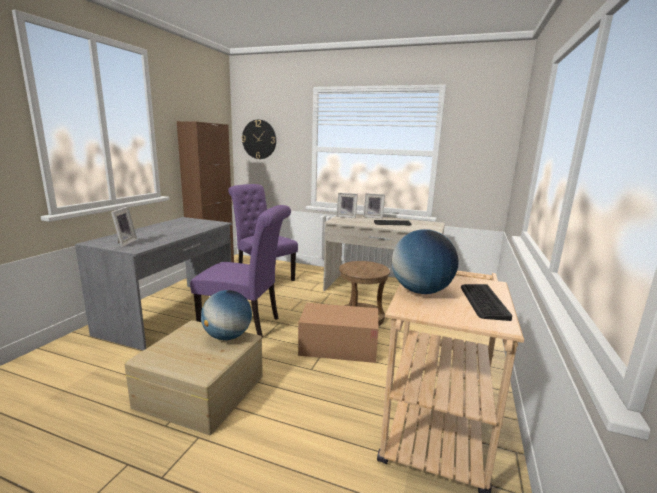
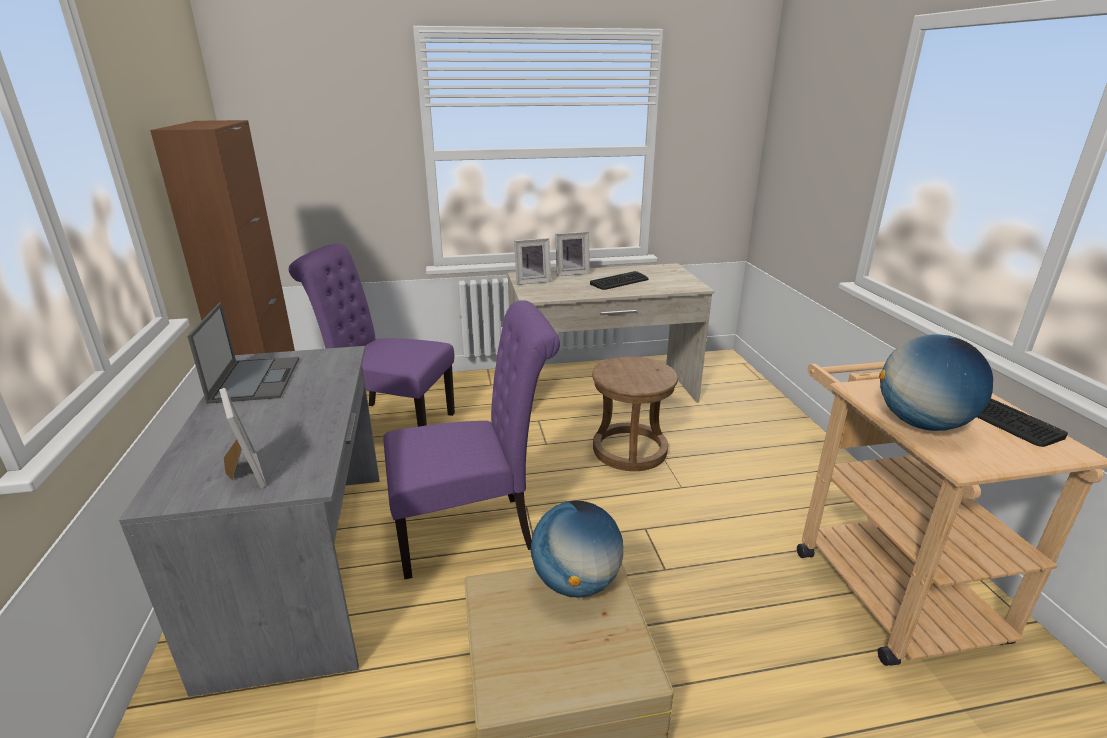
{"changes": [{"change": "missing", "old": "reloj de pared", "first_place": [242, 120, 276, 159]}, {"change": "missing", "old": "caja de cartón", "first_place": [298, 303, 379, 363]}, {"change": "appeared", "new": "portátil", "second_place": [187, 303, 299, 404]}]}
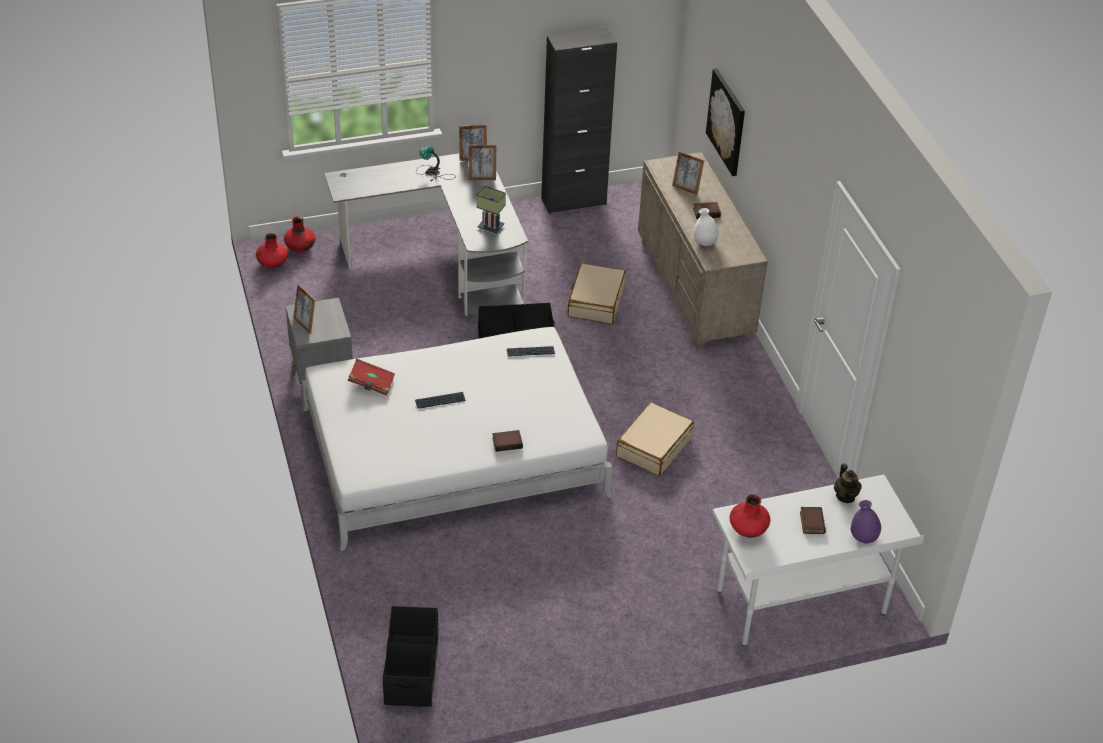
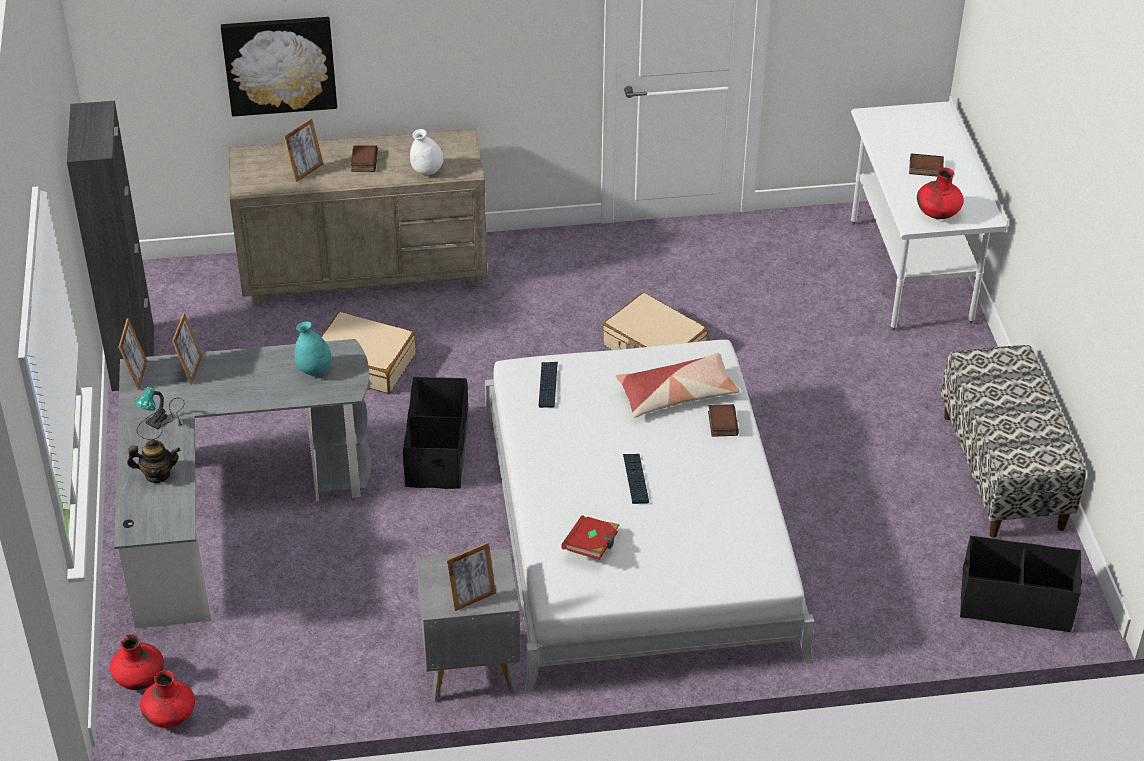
{"changes": [{"change": "missing", "old": "florero (morado)", "first_place": [851, 500, 881, 543]}, {"change": "appeared", "new": "cojín", "second_place": [616, 353, 740, 417]}, {"change": "appeared", "new": "banco", "second_place": [941, 345, 1086, 538]}, {"change": "relocated", "old": "tetera", "first_place": [834, 463, 862, 503], "second_place": [127, 439, 181, 483]}, {"change": "exchanged", "old": "lámpara de mesa", "new": "florero (turquesa)", "first_place": [477, 186, 506, 234], "second_place": [294, 322, 331, 376]}]}
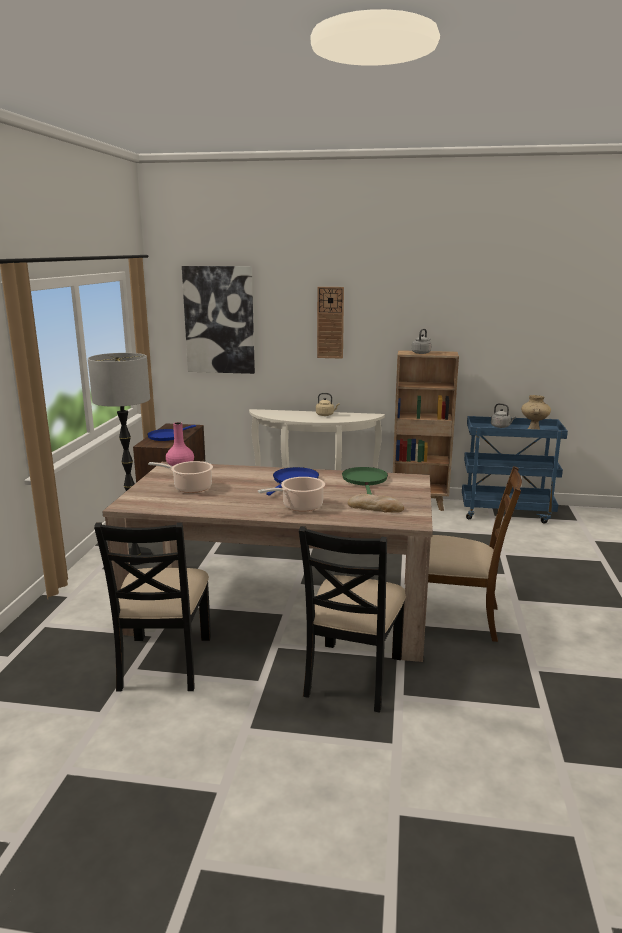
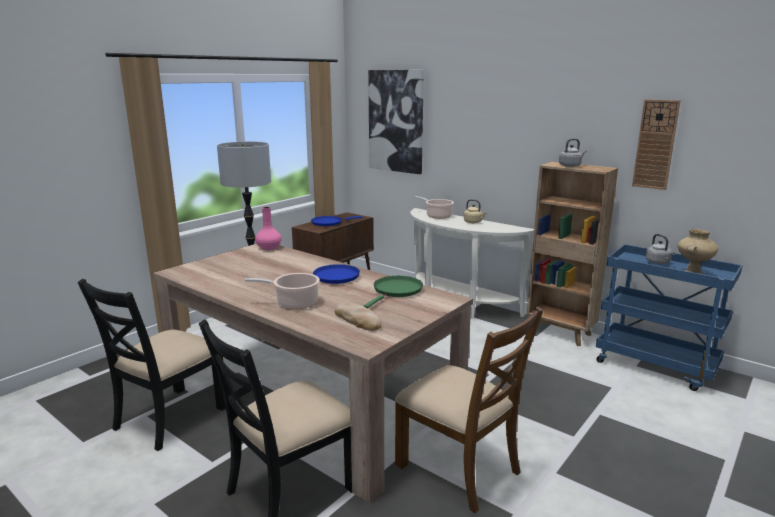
{"changes": [{"change": "relocated", "old": "olla", "first_place": [148, 461, 213, 493], "second_place": [415, 196, 454, 219]}, {"change": "relocated", "old": "reloj de pared", "first_place": [317, 287, 344, 359], "second_place": [632, 99, 681, 190]}]}
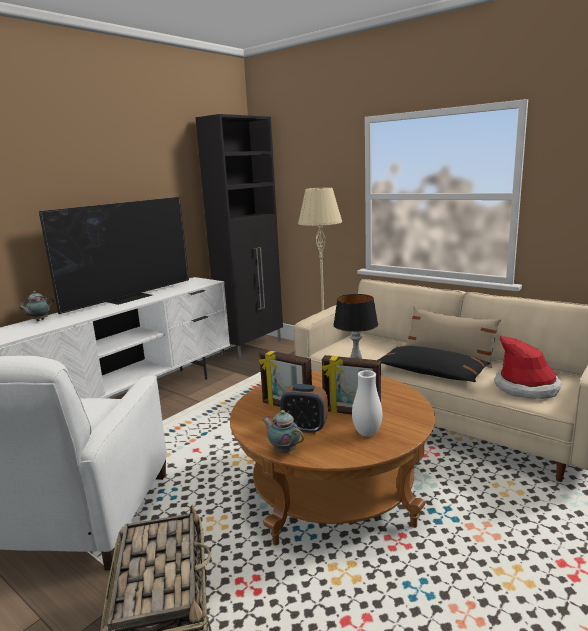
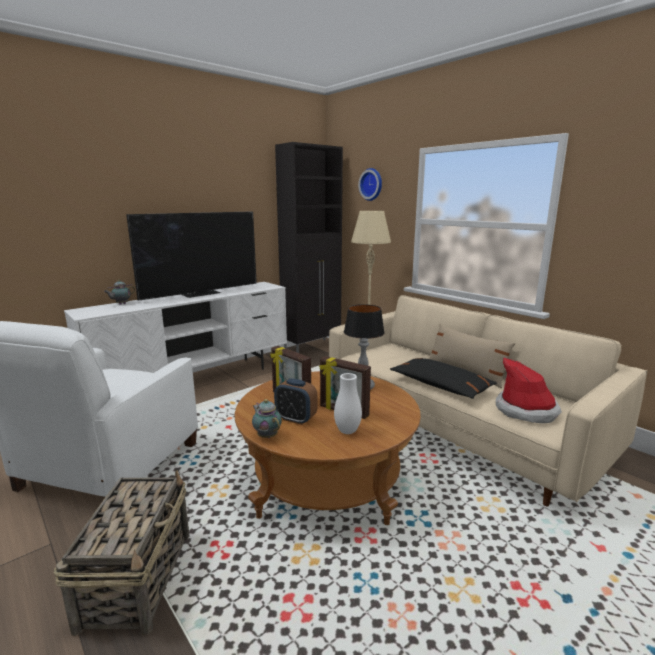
{"changes": [{"change": "appeared", "new": "reloj de pared", "second_place": [358, 168, 382, 201]}]}
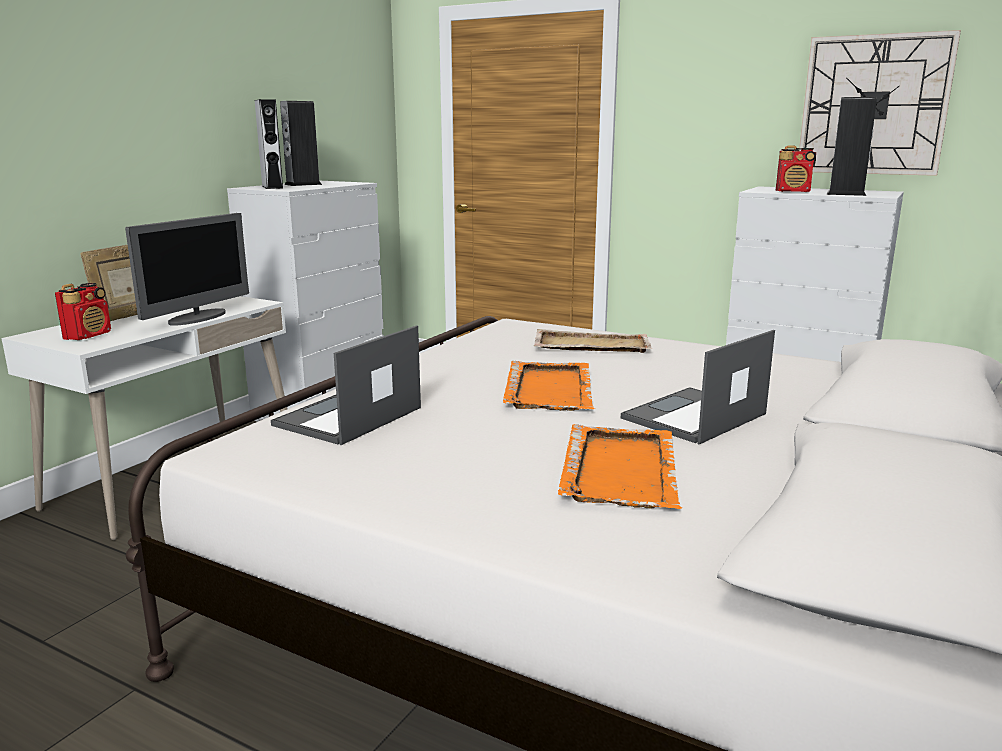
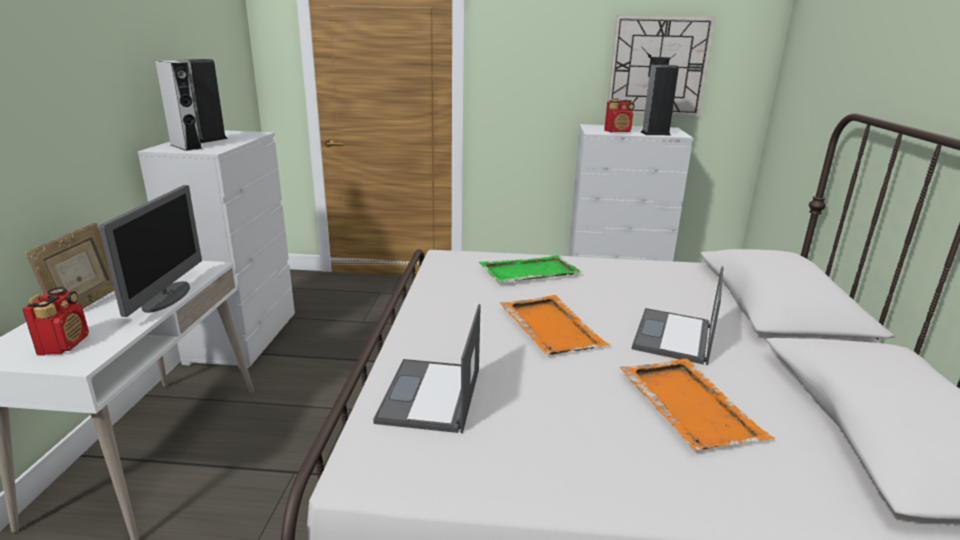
{"changes": [{"change": "colour", "old": "bandeja (beis)", "new": "bandeja (verde)", "first_place": [534, 329, 652, 353], "second_place": [479, 255, 581, 282]}]}
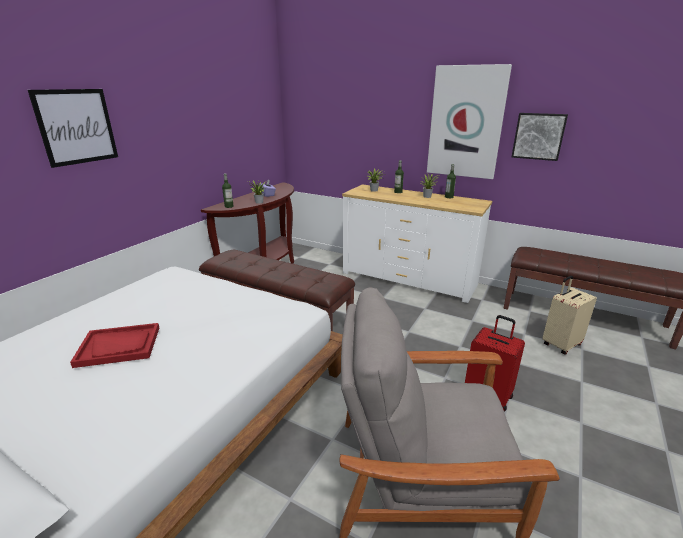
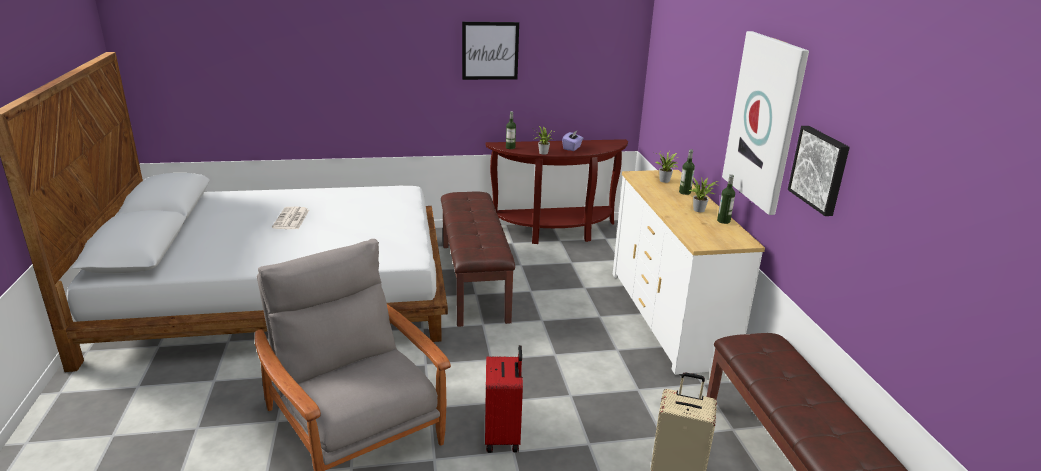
{"changes": [{"change": "relocated", "old": "cuadro", "first_place": [28, 89, 118, 168], "second_place": [462, 22, 519, 80]}, {"change": "exchanged", "old": "bandeja (rojo)", "new": "periódico", "first_place": [70, 323, 159, 368], "second_place": [272, 207, 309, 229]}]}
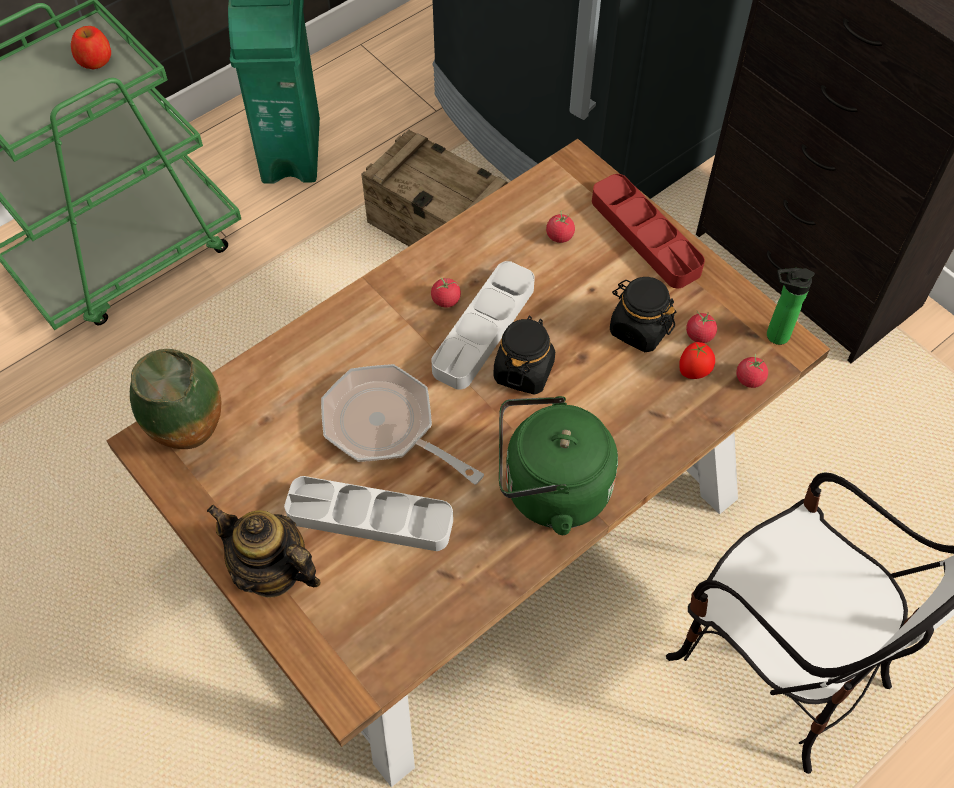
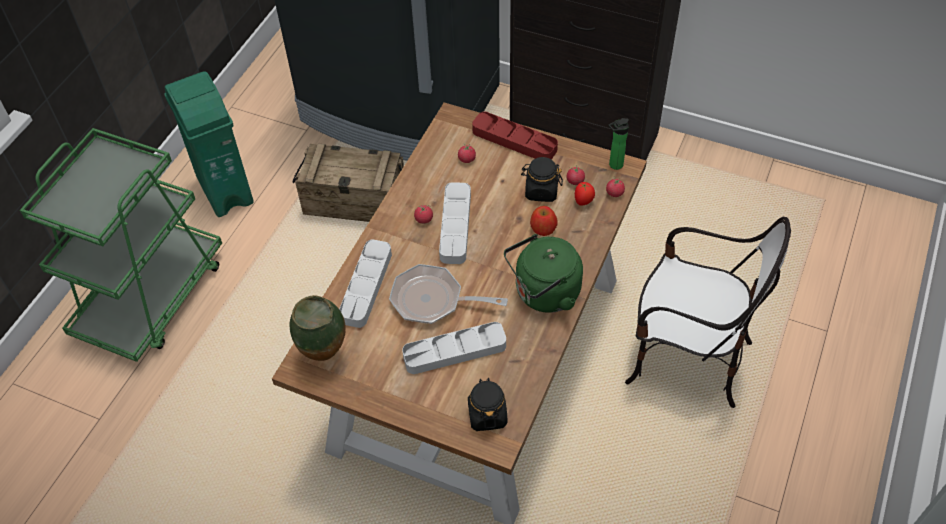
{"changes": [{"change": "missing", "old": "tetera", "first_place": [207, 505, 321, 597]}, {"change": "appeared", "new": "bandeja (gris)", "second_place": [339, 239, 392, 328]}, {"change": "relocated", "old": "manzana", "first_place": [71, 26, 111, 69], "second_place": [530, 206, 558, 236]}, {"change": "relocated", "old": "tarro (negro)", "first_place": [493, 316, 555, 395], "second_place": [468, 378, 507, 431]}]}
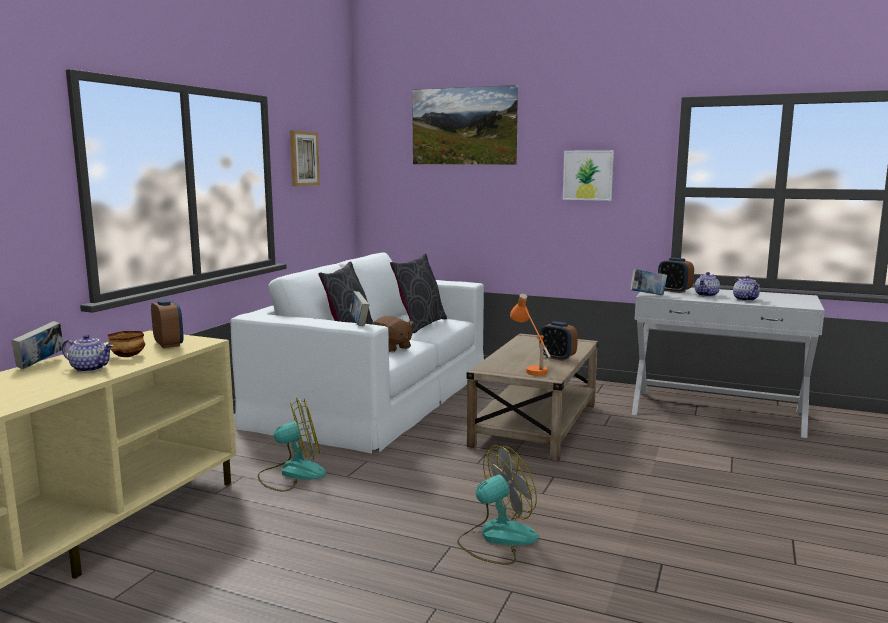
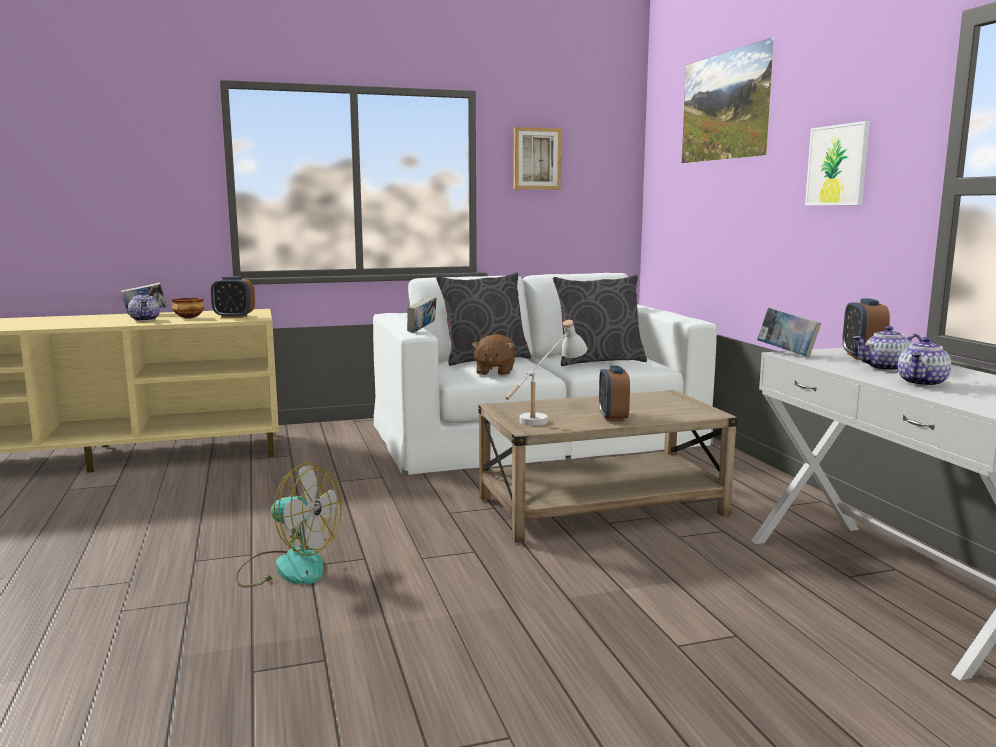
{"changes": [{"change": "missing", "old": "ventilador", "first_place": [258, 397, 326, 492]}, {"change": "colour", "old": "lámpara de mesa (naranja)", "new": "lámpara de mesa (blanco)", "first_place": [510, 294, 551, 376], "second_place": [506, 320, 587, 426]}, {"change": "spun", "old": "despertador", "first_place": [151, 299, 183, 348], "second_place": [211, 276, 255, 318], "degrees": 75}]}
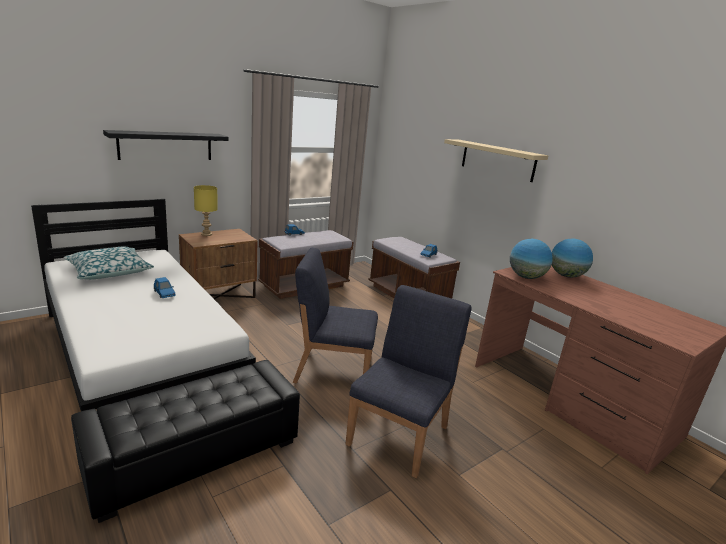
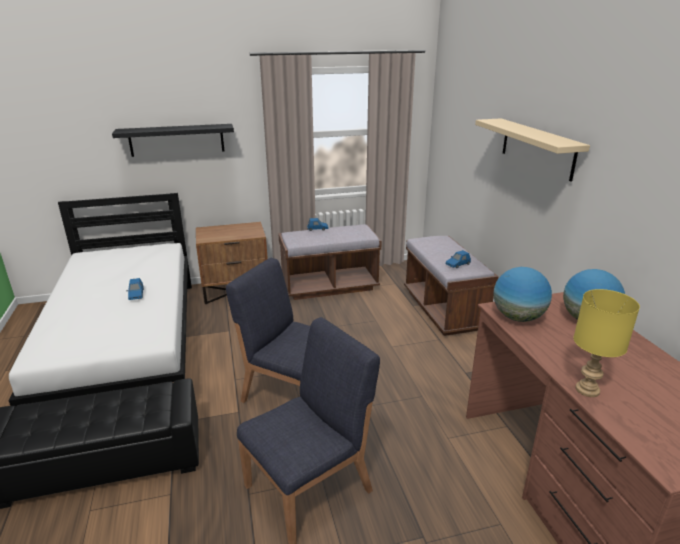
{"changes": [{"change": "missing", "old": "cojín", "first_place": [64, 247, 154, 280]}, {"change": "relocated", "old": "lámpara de mesa (amarillo)", "first_place": [194, 185, 218, 236], "second_place": [574, 289, 640, 397]}]}
